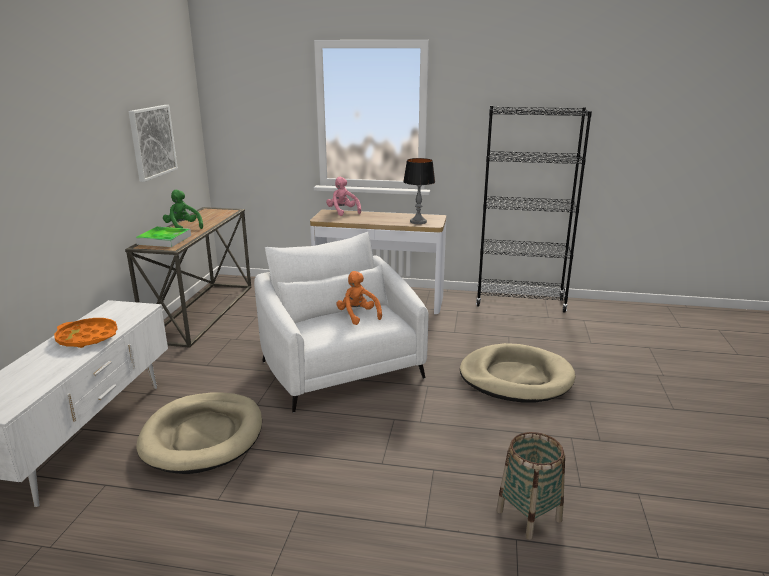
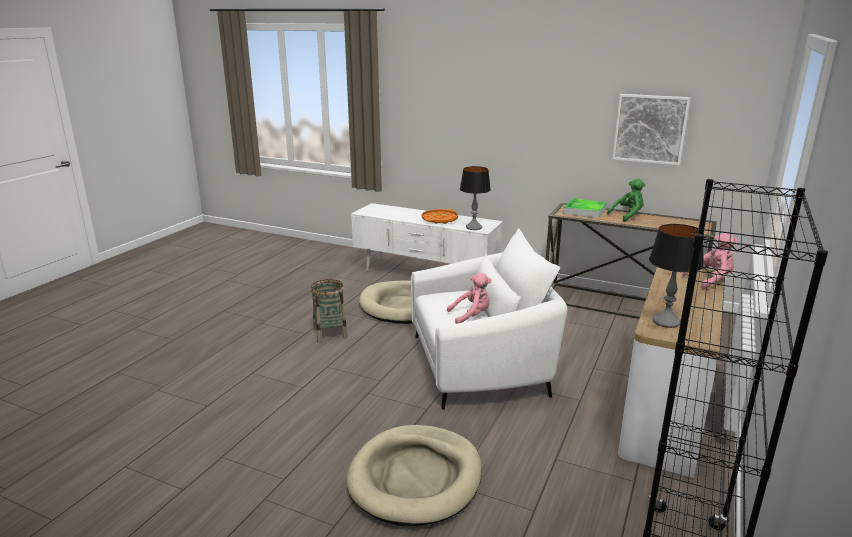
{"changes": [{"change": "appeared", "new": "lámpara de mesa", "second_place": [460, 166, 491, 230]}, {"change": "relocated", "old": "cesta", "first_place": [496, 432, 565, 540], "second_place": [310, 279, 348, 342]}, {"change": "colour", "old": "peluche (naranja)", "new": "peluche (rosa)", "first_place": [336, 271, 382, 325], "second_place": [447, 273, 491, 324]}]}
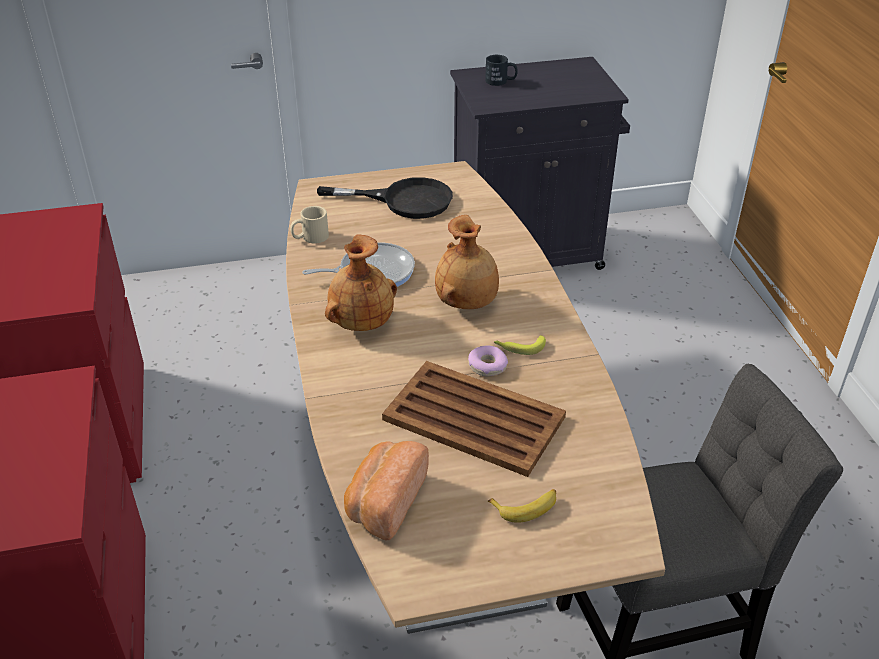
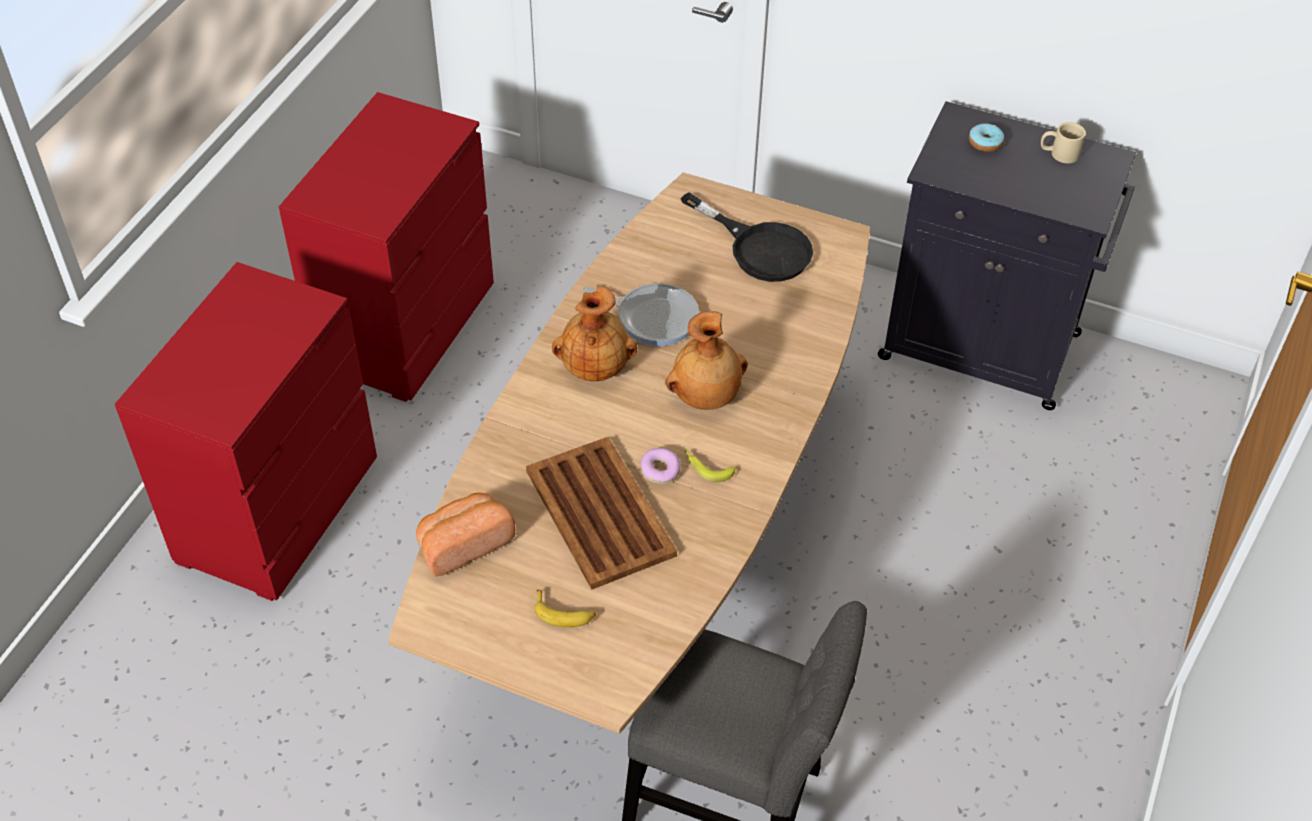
{"changes": [{"change": "relocated", "old": "taza grande (beis)", "first_place": [290, 206, 329, 243], "second_place": [1041, 122, 1086, 163]}, {"change": "exchanged", "old": "taza grande (negro)", "new": "rosquilla", "first_place": [485, 55, 517, 86], "second_place": [969, 124, 1004, 152]}]}
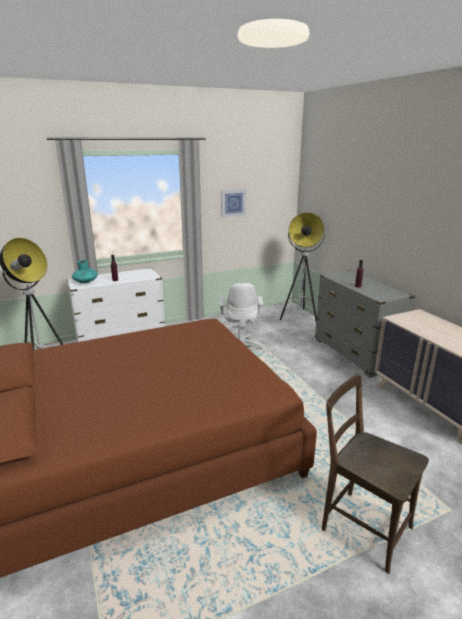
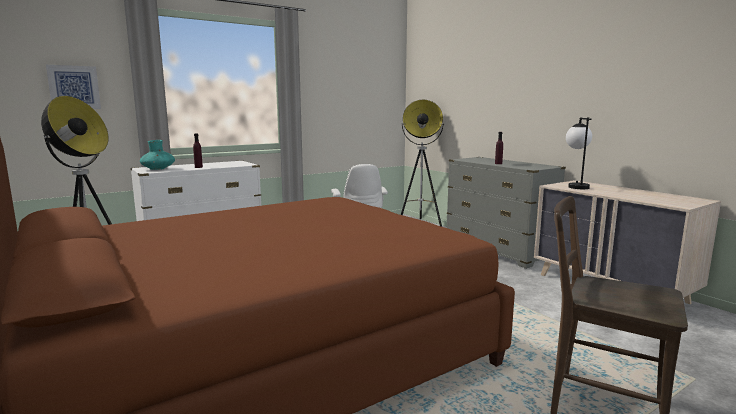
{"changes": [{"change": "appeared", "new": "lámpara de mesa", "second_place": [566, 117, 592, 189]}, {"change": "relocated", "old": "cuadro", "first_place": [221, 189, 246, 217], "second_place": [46, 65, 101, 109]}]}
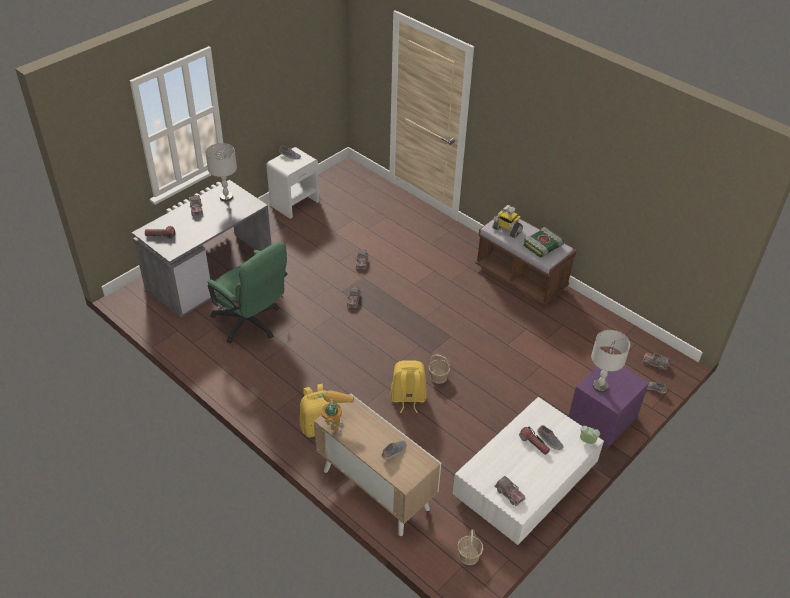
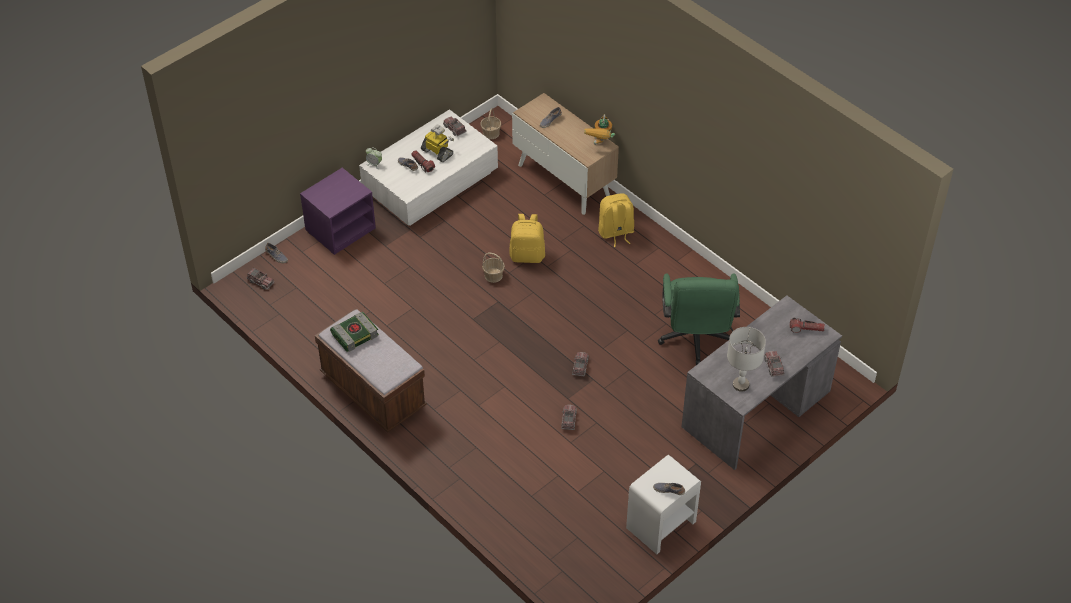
{"changes": [{"change": "missing", "old": "lámpara de mesa (gris)", "first_place": [591, 330, 630, 393]}, {"change": "relocated", "old": "robot de juguete", "first_place": [492, 205, 523, 238], "second_place": [421, 125, 454, 162]}, {"change": "spun", "old": "silla de oficina (verde)", "first_place": [208, 241, 287, 344], "second_place": [658, 273, 740, 365], "degrees": -135}]}
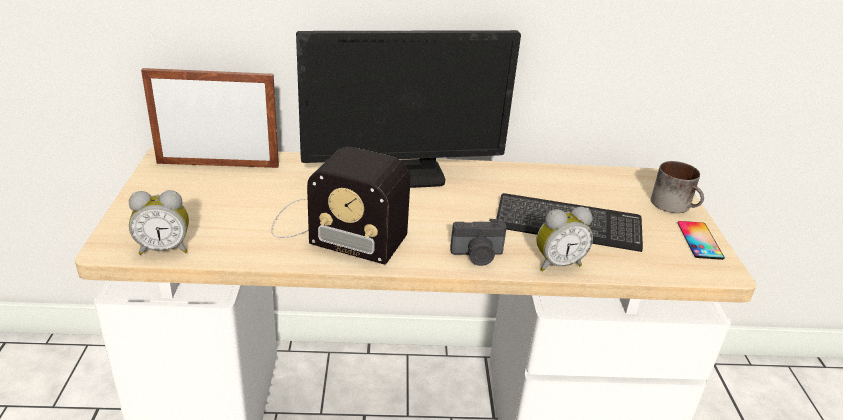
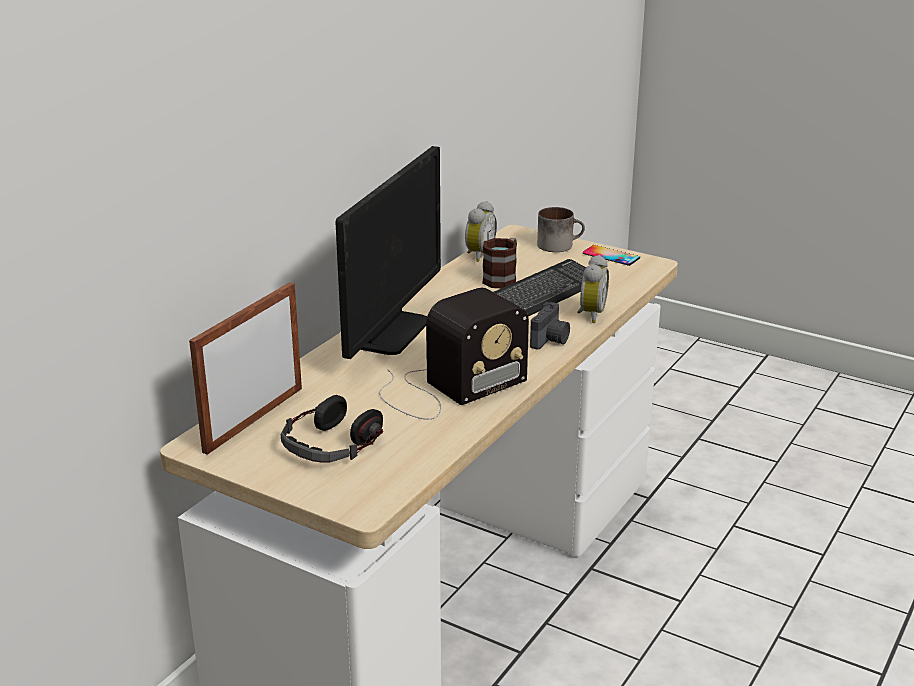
{"changes": [{"change": "appeared", "new": "auriculares", "second_place": [281, 395, 383, 463]}, {"change": "appeared", "new": "taza grande", "second_place": [482, 238, 517, 288]}, {"change": "relocated", "old": "despertador", "first_place": [129, 190, 189, 255], "second_place": [465, 201, 497, 262]}]}
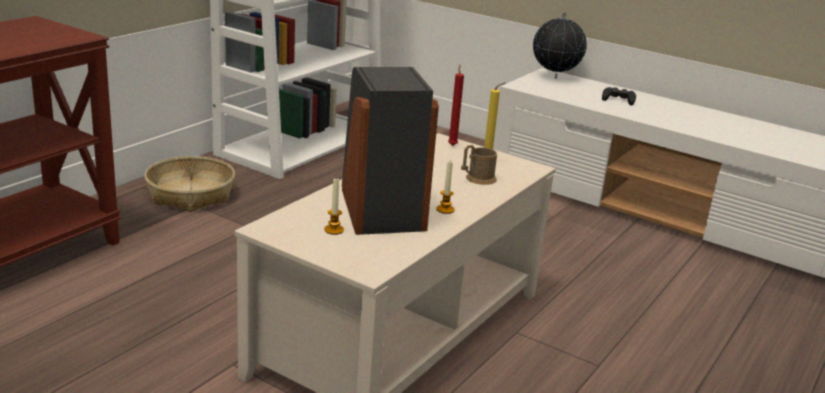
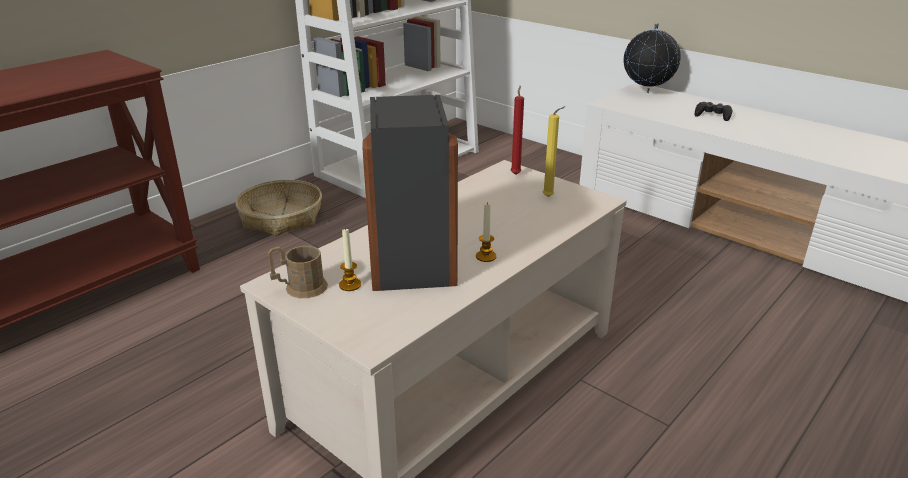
{"changes": [{"change": "relocated", "old": "taza grande (marrón)", "first_place": [461, 145, 497, 185], "second_place": [268, 246, 328, 298]}]}
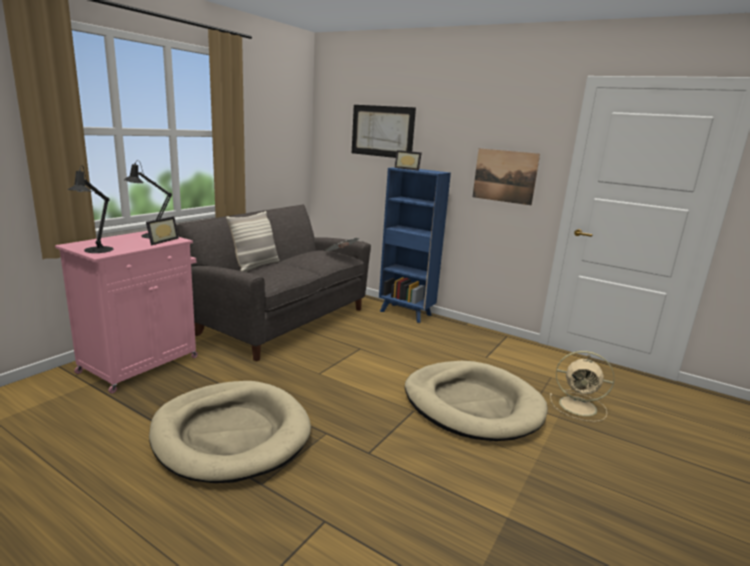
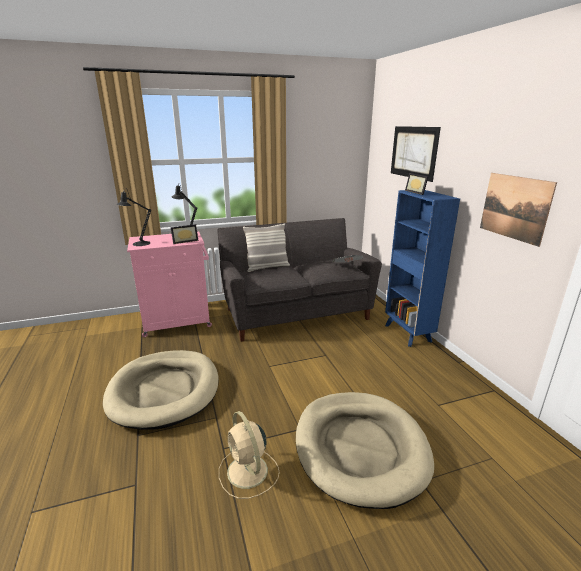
{"changes": [{"change": "relocated", "old": "ventilador (beis)", "first_place": [550, 351, 614, 422], "second_place": [219, 411, 280, 499]}]}
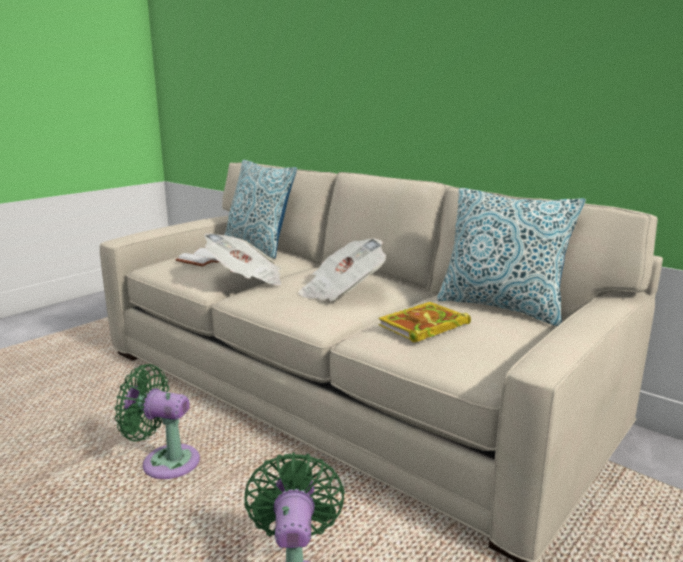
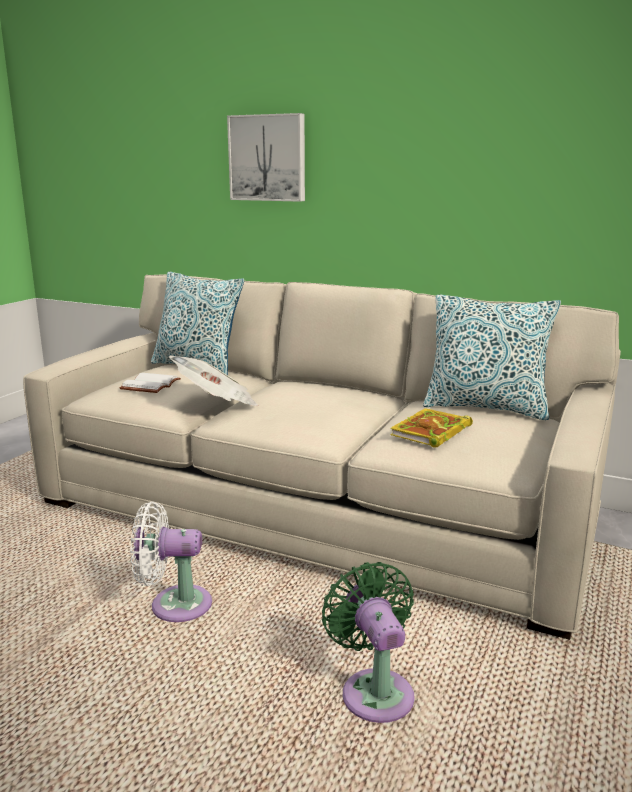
{"changes": [{"change": "missing", "old": "periódico", "first_place": [298, 238, 386, 301]}, {"change": "appeared", "new": "cuadro", "second_place": [227, 113, 305, 202]}, {"change": "colour", "old": "ventilador (verde)", "new": "ventilador (blanco)", "first_place": [115, 364, 200, 479], "second_place": [130, 502, 212, 622]}]}
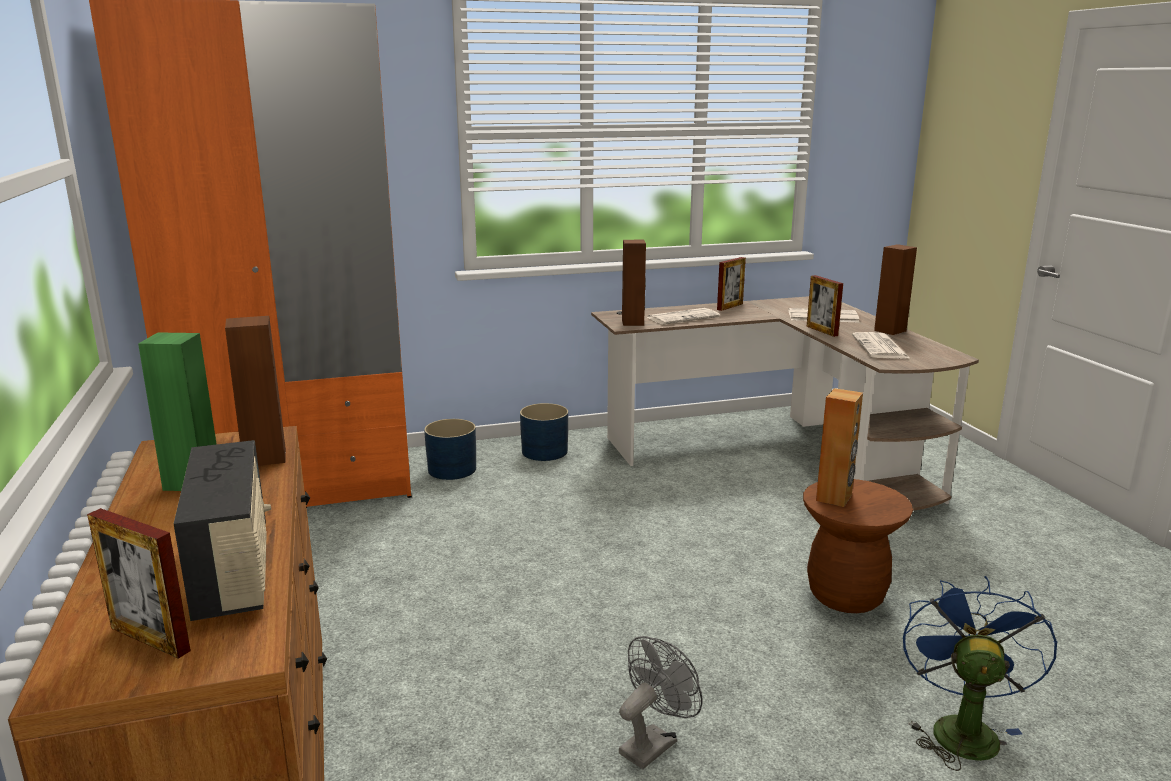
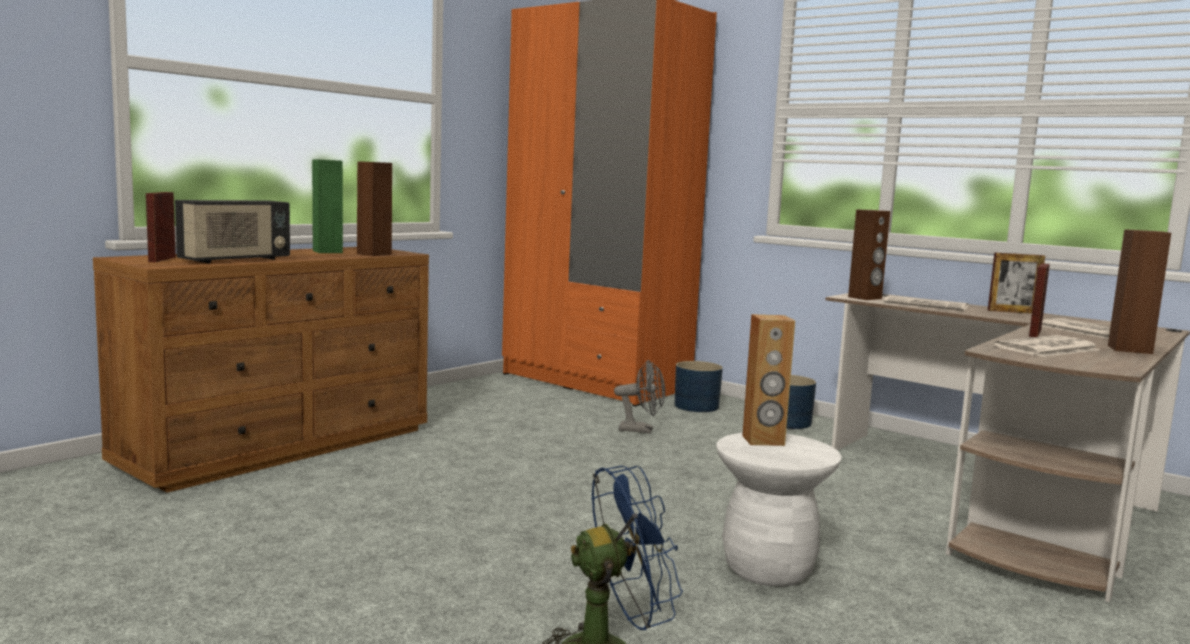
{"changes": [{"change": "relocated", "old": "ventilador (gris)", "first_place": [619, 636, 703, 769], "second_place": [614, 360, 665, 433]}, {"change": "colour", "old": "taburete (marrón)", "new": "taburete (blanco)", "first_place": [803, 479, 913, 613], "second_place": [716, 433, 842, 586]}]}
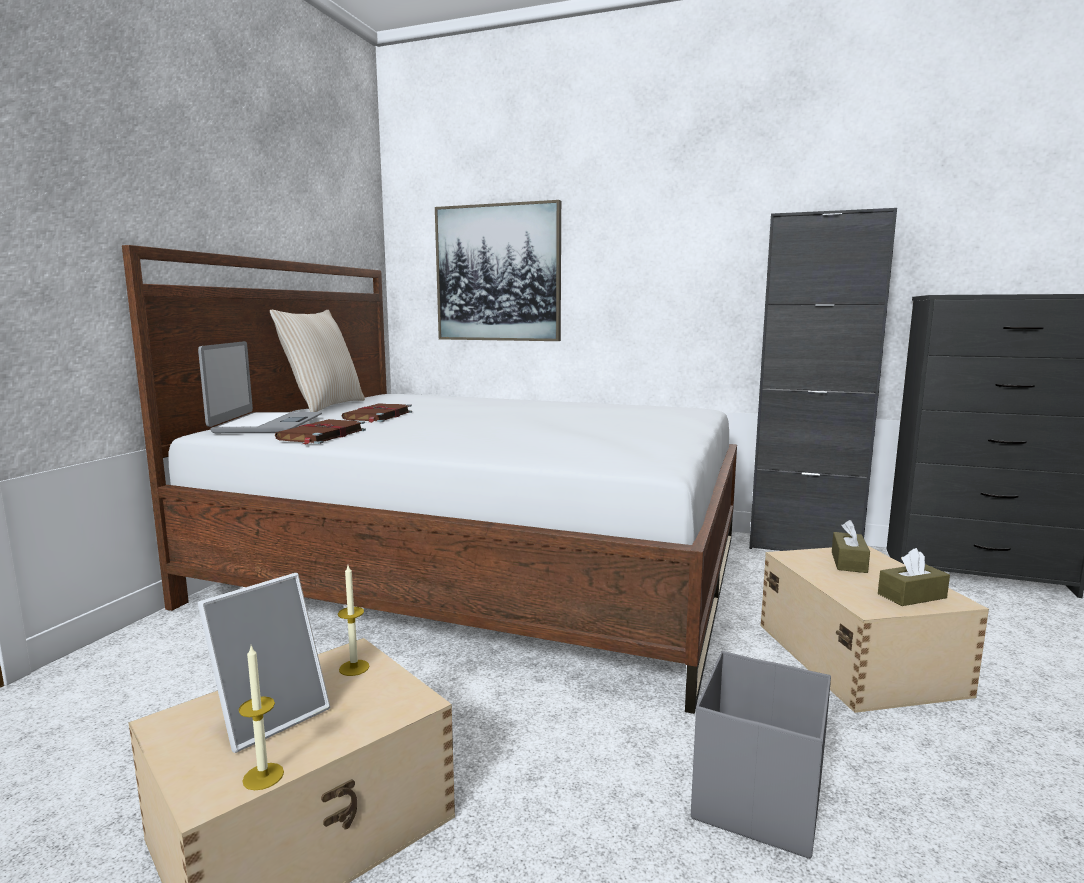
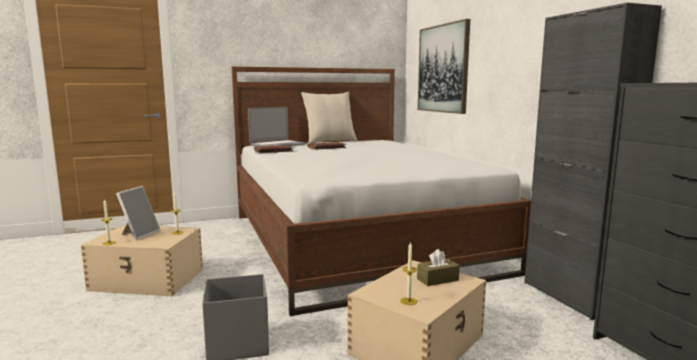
{"changes": [{"change": "exchanged", "old": "caja de pañuelos (marrón)", "new": "vela", "first_place": [878, 548, 950, 606], "second_place": [400, 242, 417, 305]}, {"change": "spun", "old": "portarretratos", "first_place": [198, 573, 330, 753], "second_place": [116, 186, 160, 240], "degrees": -75}]}
